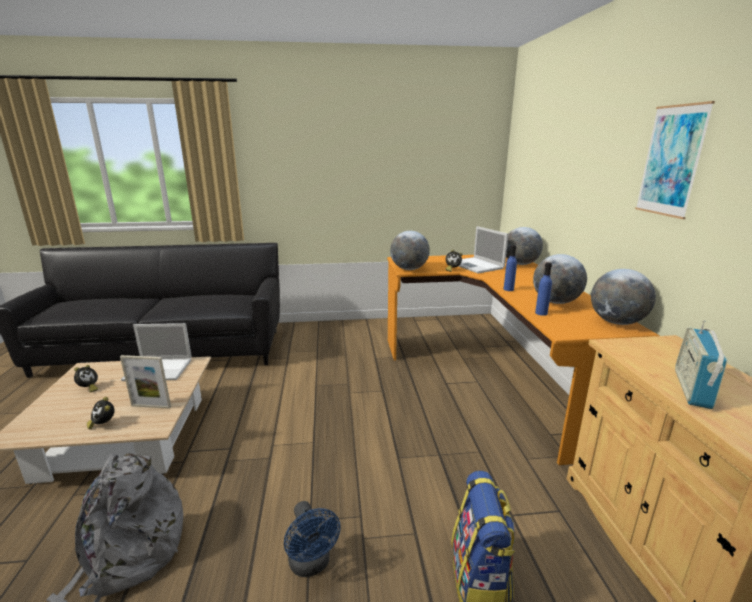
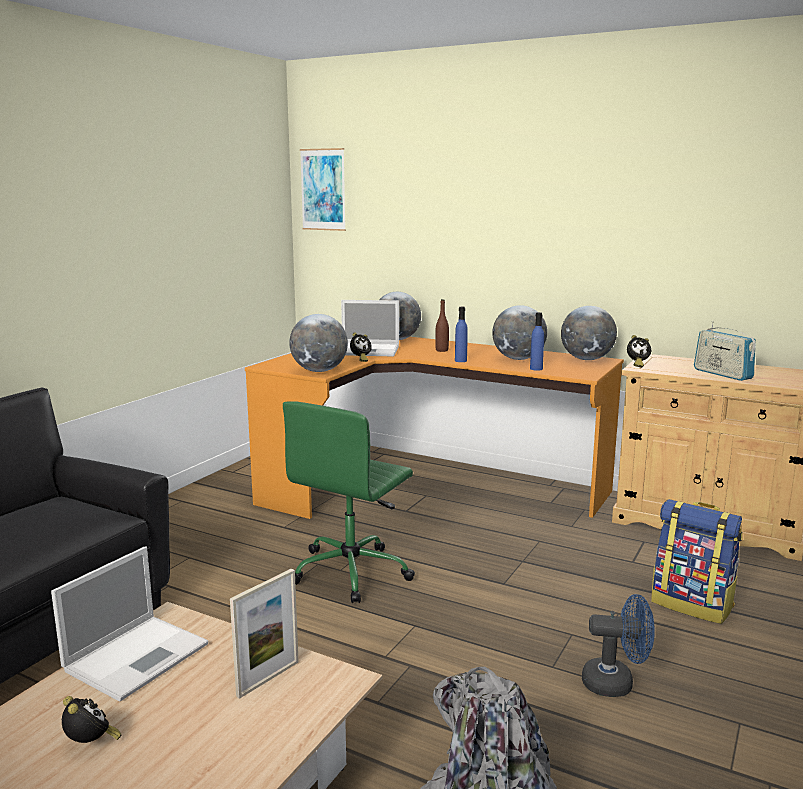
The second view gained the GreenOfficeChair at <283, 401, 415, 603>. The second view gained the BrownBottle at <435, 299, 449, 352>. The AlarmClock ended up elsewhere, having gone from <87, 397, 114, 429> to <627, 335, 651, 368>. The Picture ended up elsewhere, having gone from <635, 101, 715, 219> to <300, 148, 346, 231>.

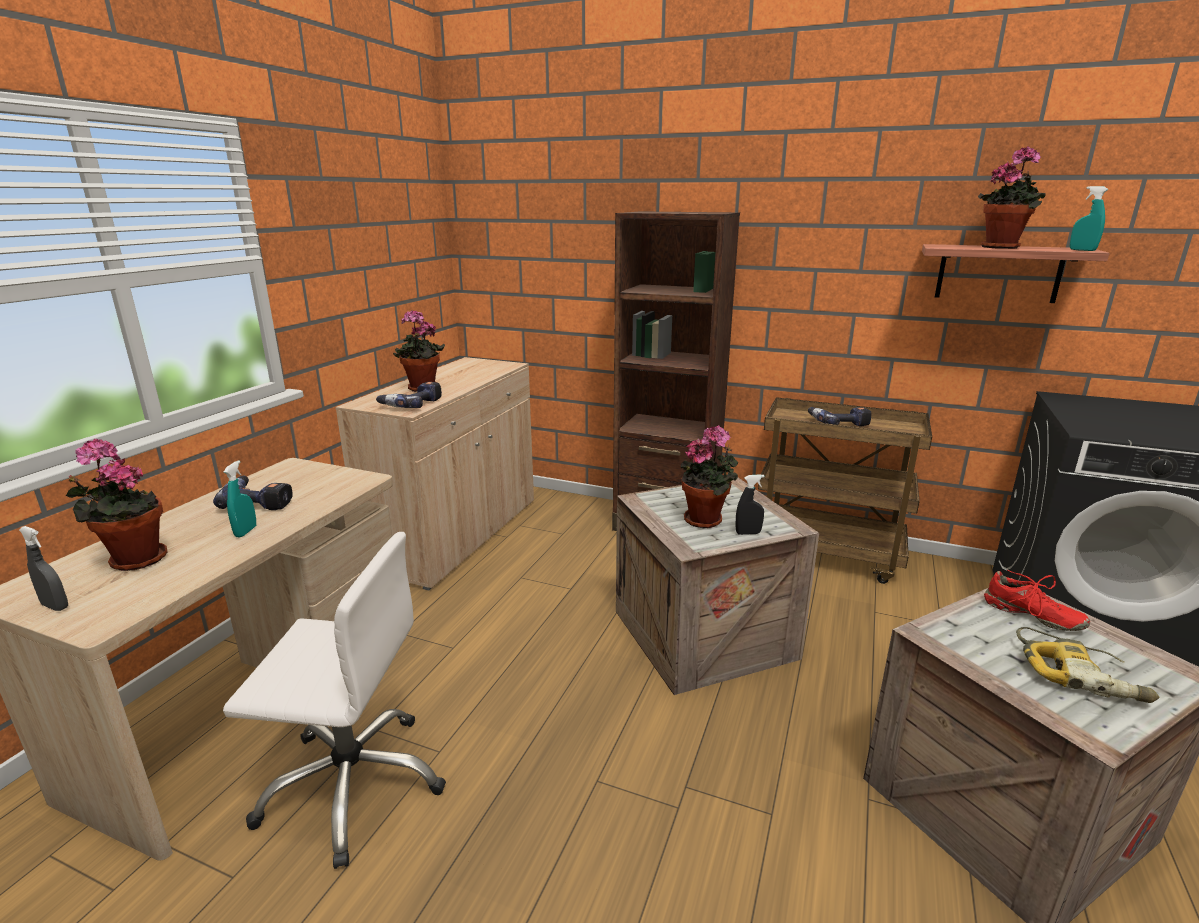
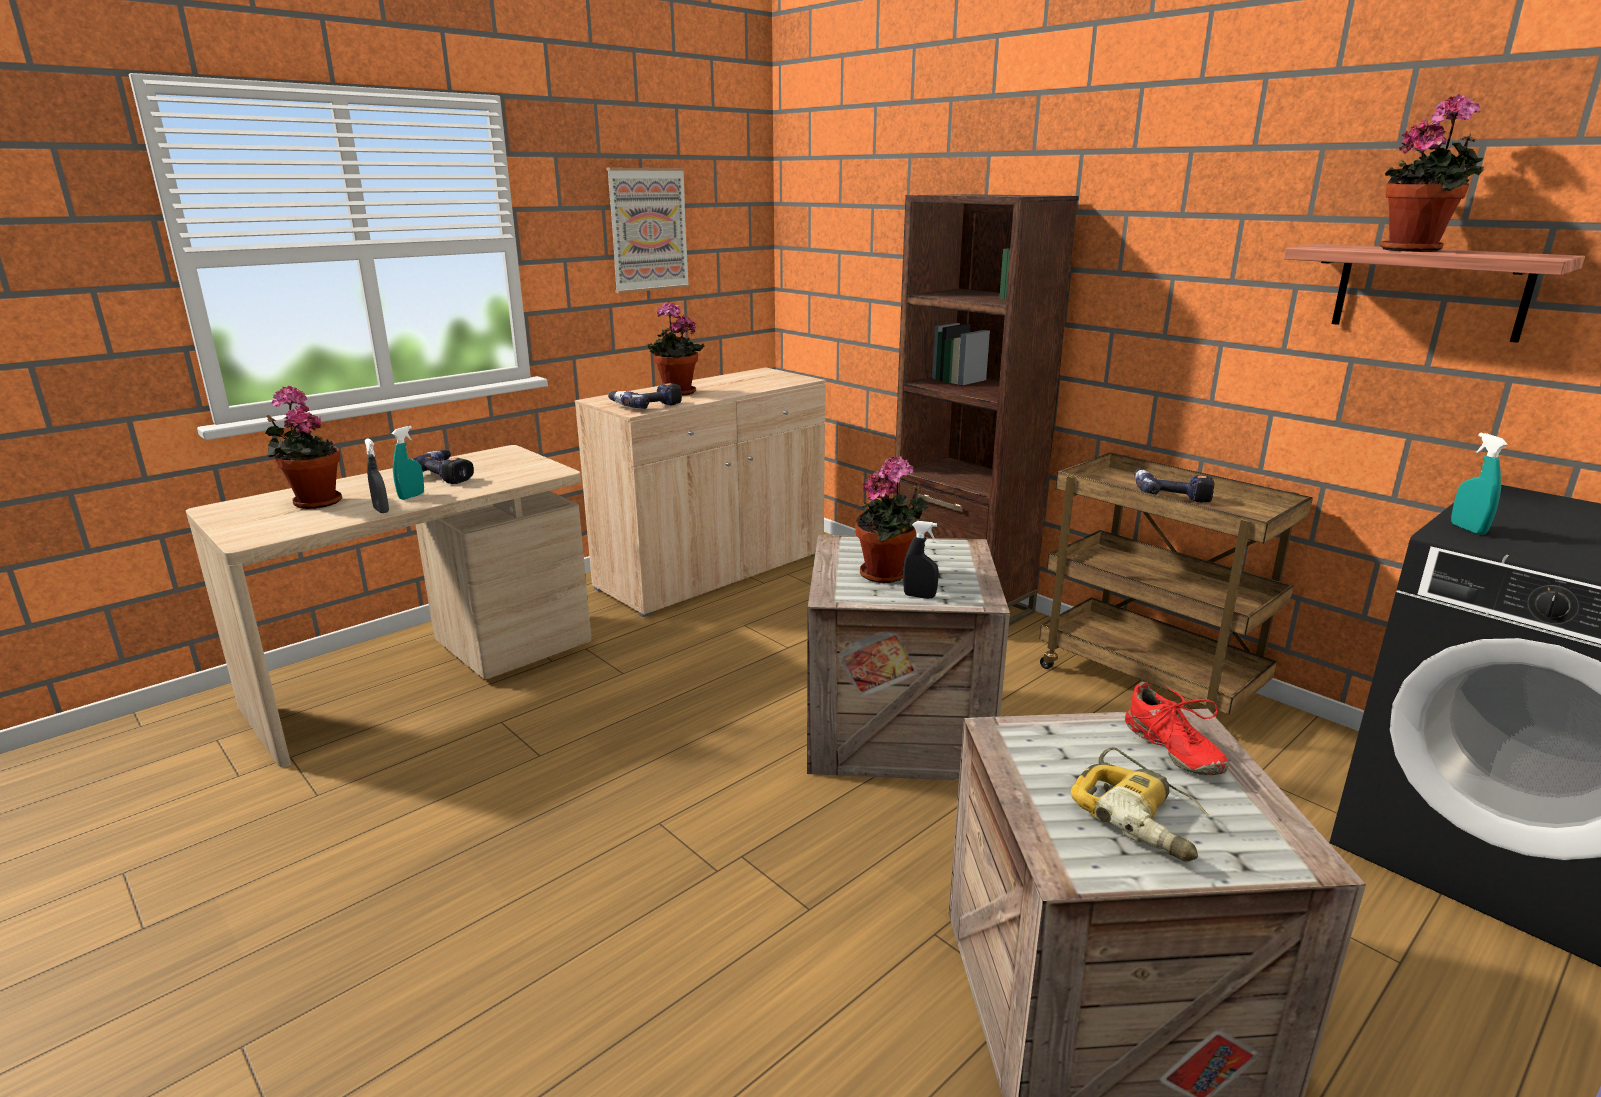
The second view lost the WhiteOfficeChair at <223, 532, 446, 869>. The second view gained the Picture at <606, 168, 690, 293>. The GreySprayBottle ended up elsewhere, having gone from <19, 526, 68, 611> to <364, 438, 389, 513>. The TurquoiseSprayBottle ended up elsewhere, having gone from <1070, 186, 1108, 251> to <1451, 433, 1508, 535>.

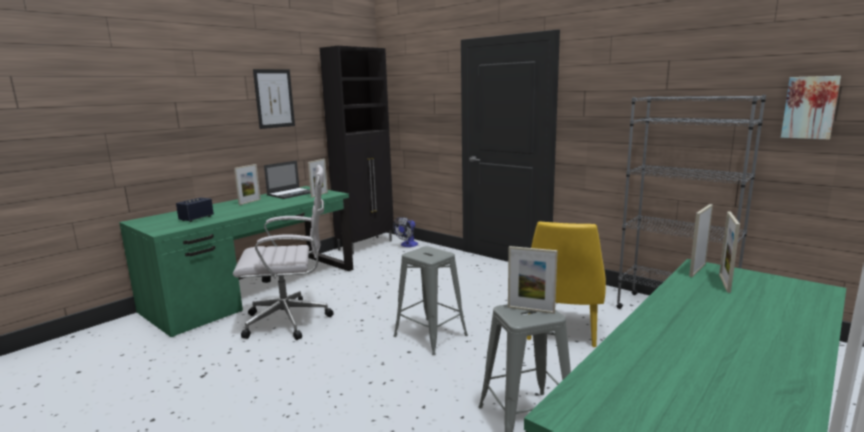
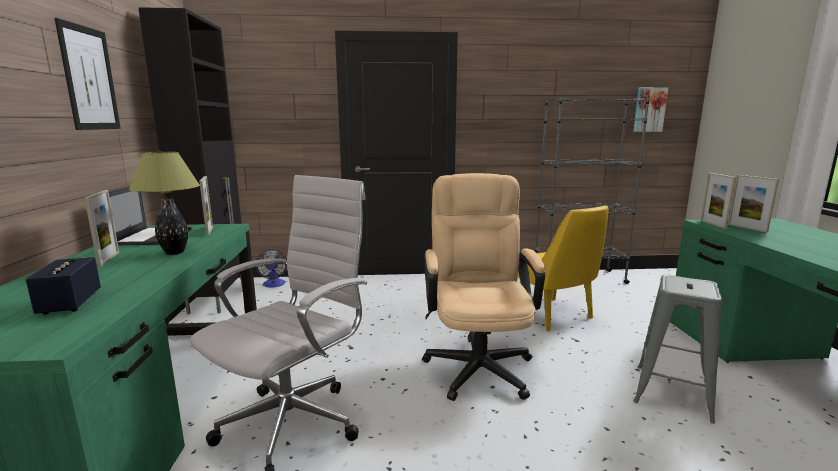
The second view lost the PictureFrame at <508, 246, 558, 314>. The second view gained the TableLamp at <129, 152, 200, 255>. Where the GreyStool stood at <394, 246, 468, 355>, the BeigeOfficeChair came to stand at <422, 173, 545, 401>.

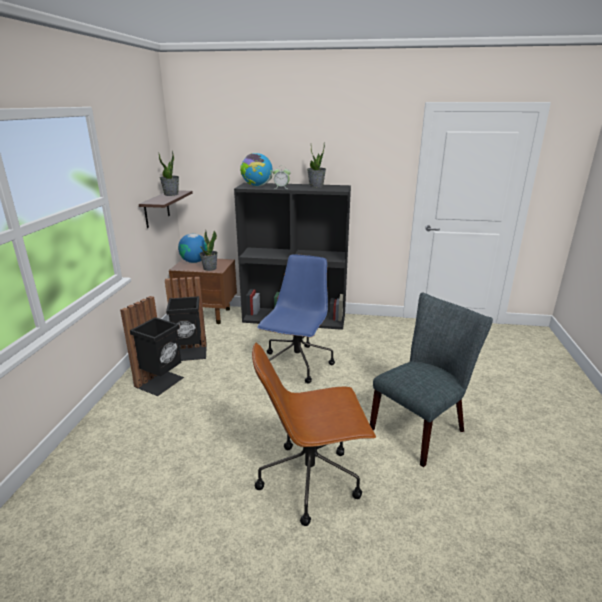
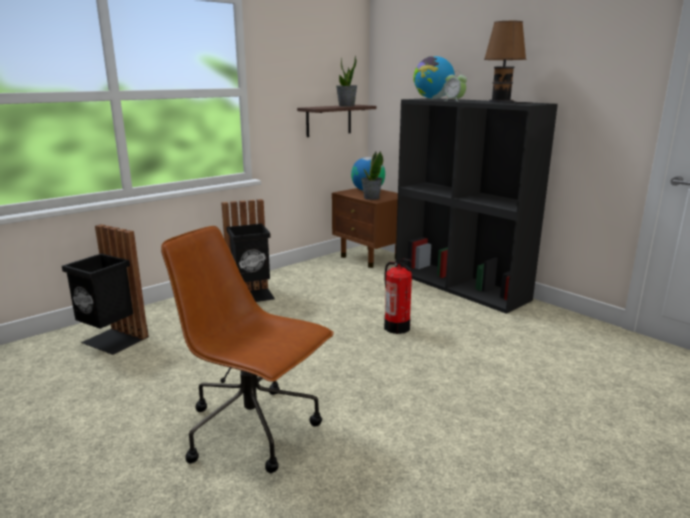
The second view lost the GreyChair at <370, 293, 493, 467>. The BlackTrashCan ended up elsewhere, having gone from <165, 277, 207, 361> to <62, 224, 149, 355>. Where the BlueOfficeChair stood at <257, 254, 335, 383>, the FireExtinguisher came to stand at <384, 259, 412, 334>. Where the PottedPlant stood at <307, 142, 326, 188>, the BrownTableLamp came to stand at <484, 21, 533, 104>.

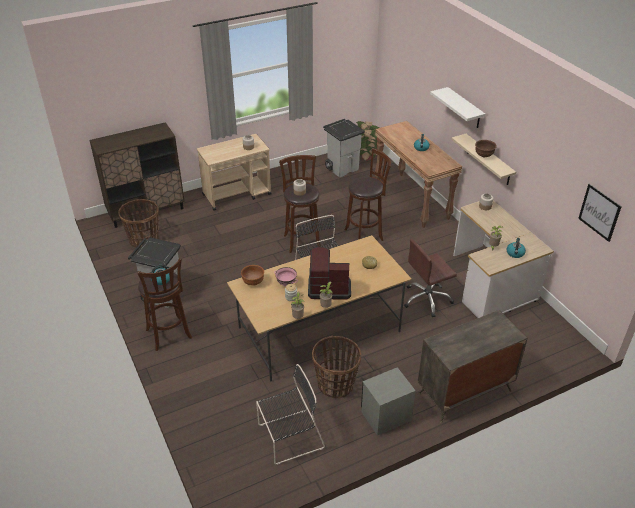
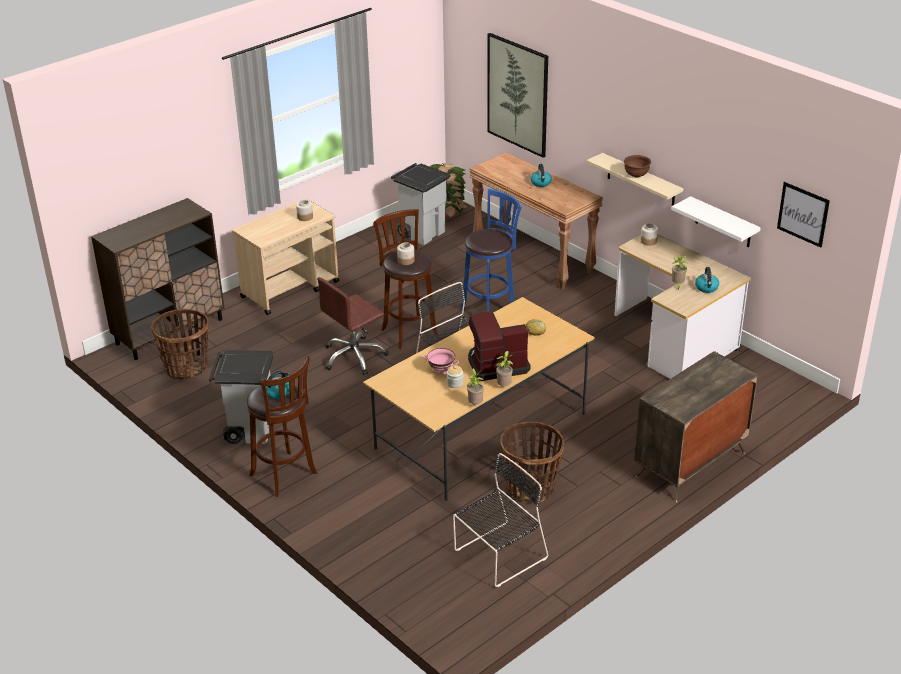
The second view lost the BrownBowl at <241, 265, 264, 286>. The second view lost the GreyNightstand at <361, 367, 416, 436>. The second view gained the Picture at <487, 33, 548, 158>. The BrownOfficeChair ended up elsewhere, having gone from <404, 239, 457, 317> to <317, 277, 388, 375>. The WhiteShelf ended up elsewhere, having gone from <430, 87, 485, 128> to <671, 196, 761, 247>. What was the BrownStool at <345, 148, 391, 241> turned into the BlueStool at <460, 189, 521, 312>.

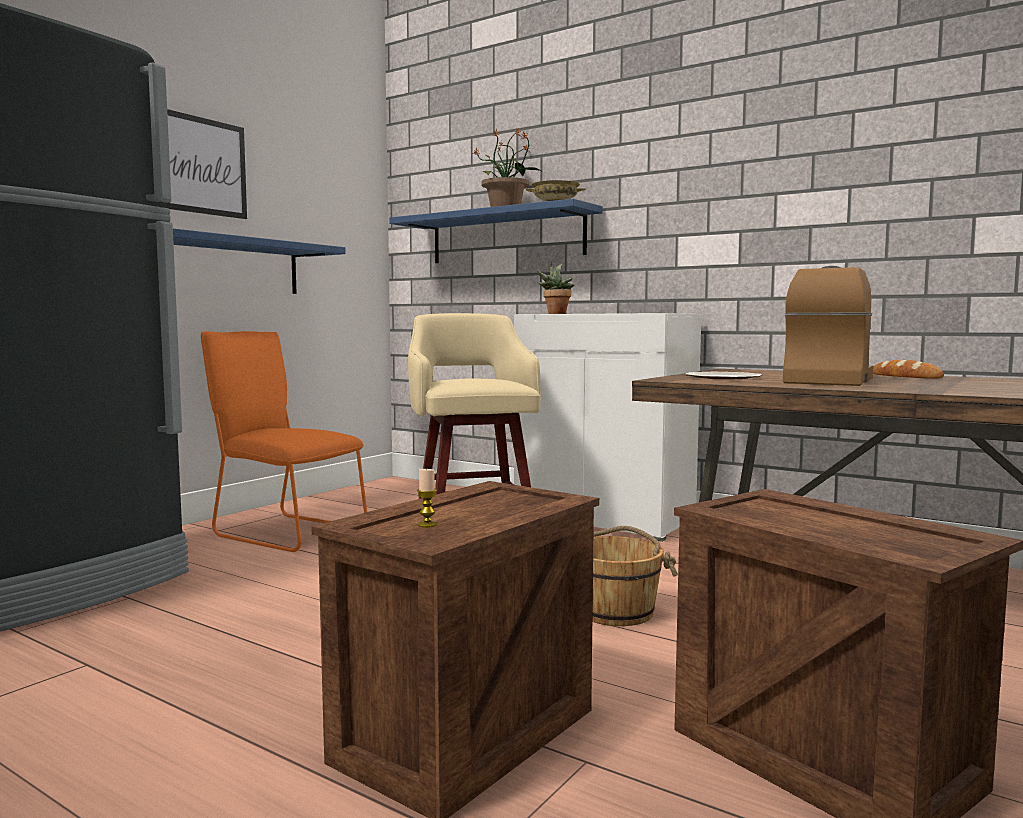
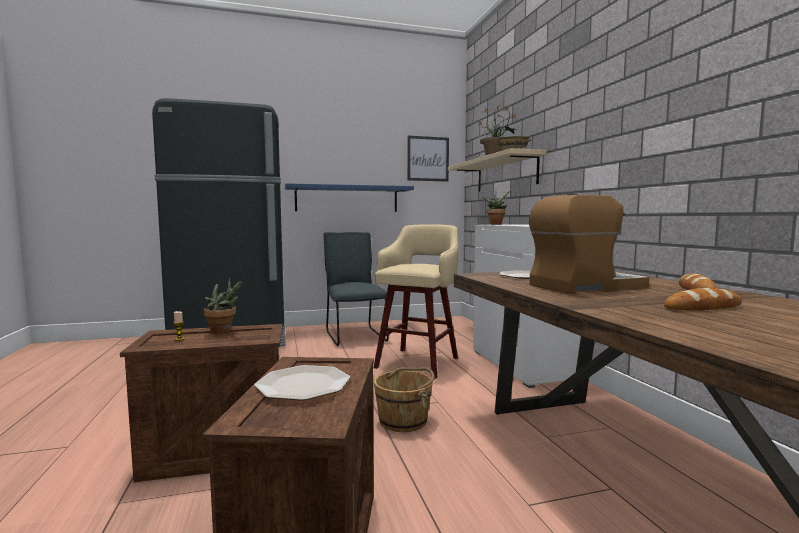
The second view gained the PottedPlant at <204, 278, 242, 334>. The second view gained the Plate at <254, 365, 350, 401>. The second view gained the Bread at <664, 288, 742, 310>. The Picture ended up elsewhere, having gone from <167, 109, 247, 219> to <407, 136, 449, 182>. What was the OrangeChair at <201, 331, 367, 552> turned into the GreyChair at <323, 232, 389, 346>. What was the BlueShelf at <389, 199, 603, 263> turned into the BeigeShelf at <448, 148, 547, 192>.

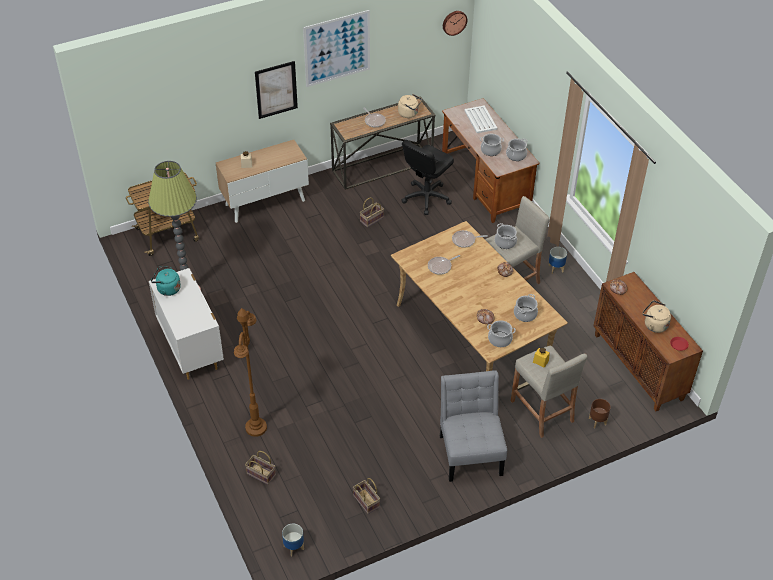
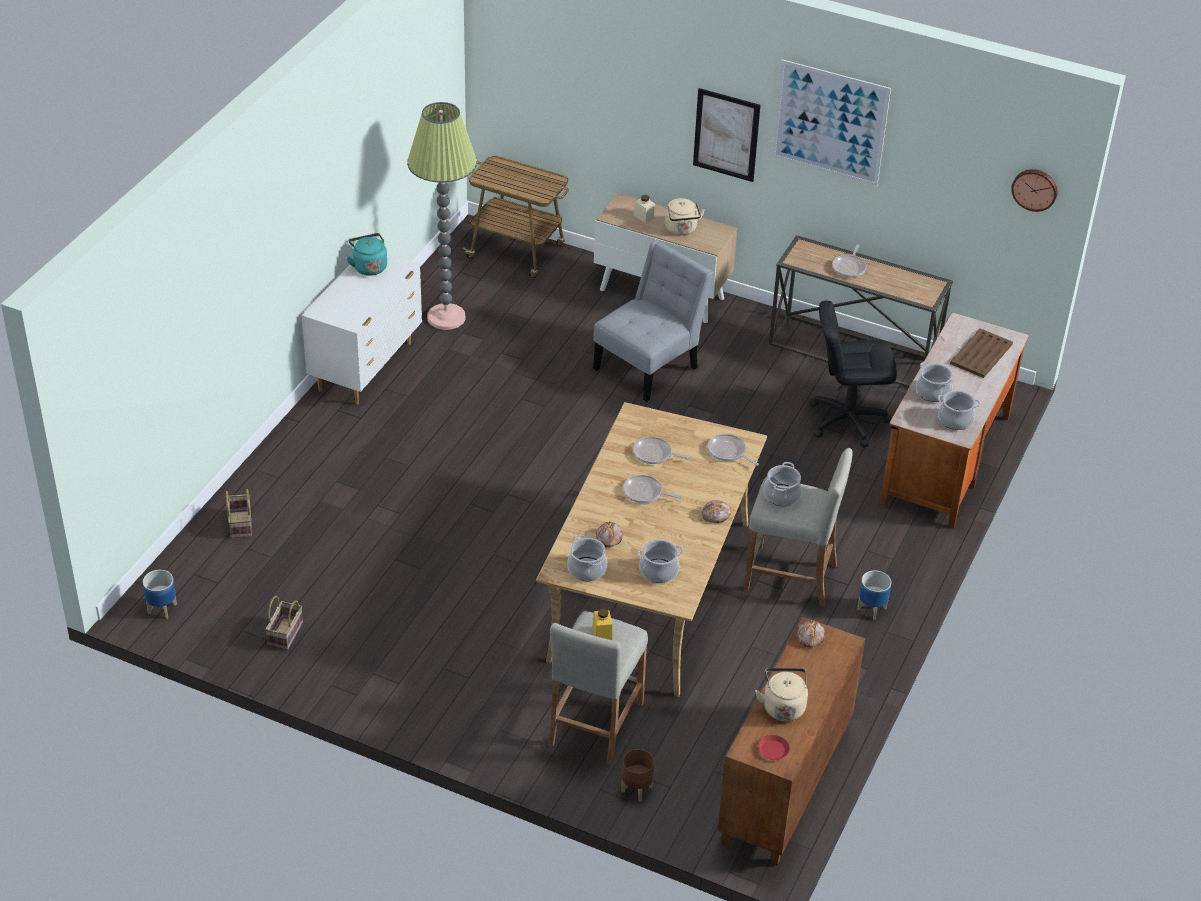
The second view lost the BrownFloorLamp at <234, 308, 267, 437>. The second view lost the Basket at <359, 198, 384, 227>. The second view gained the FryingPan at <623, 475, 682, 503>. The BeigeKettle ended up elsewhere, having gone from <398, 94, 422, 118> to <665, 198, 705, 235>. The GreyChair ended up elsewhere, having gone from <440, 370, 507, 482> to <593, 240, 714, 402>. What was the WhiteTray at <464, 105, 497, 133> turned into the BrownTray at <950, 328, 1013, 378>.

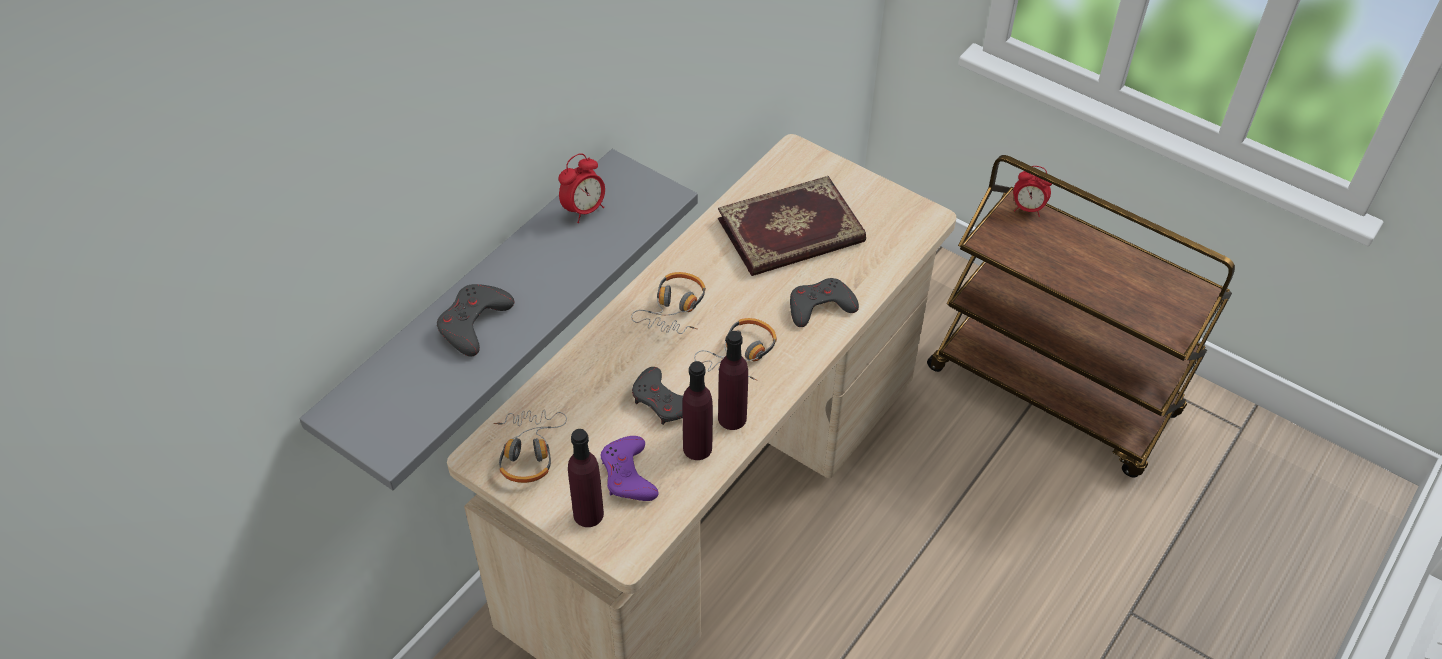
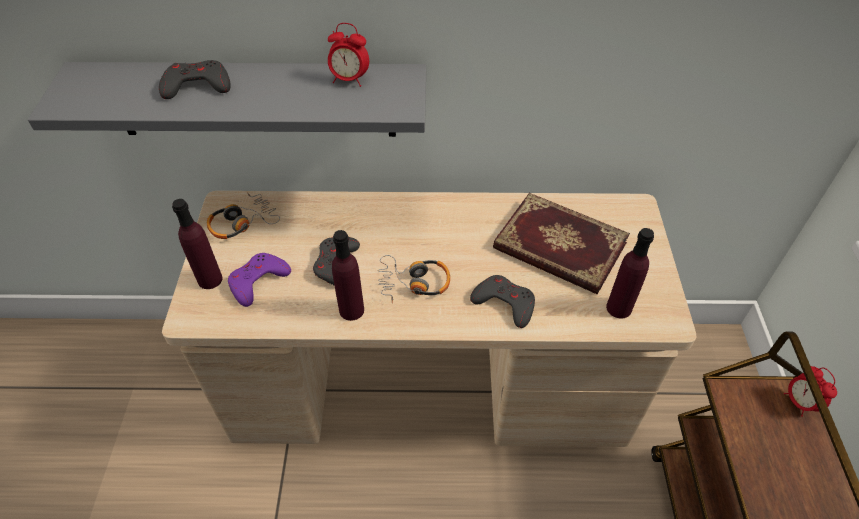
The second view lost the Headphones at <631, 272, 706, 334>. The PurpleBottle ended up elsewhere, having gone from <683, 361, 713, 460> to <606, 228, 654, 319>.

